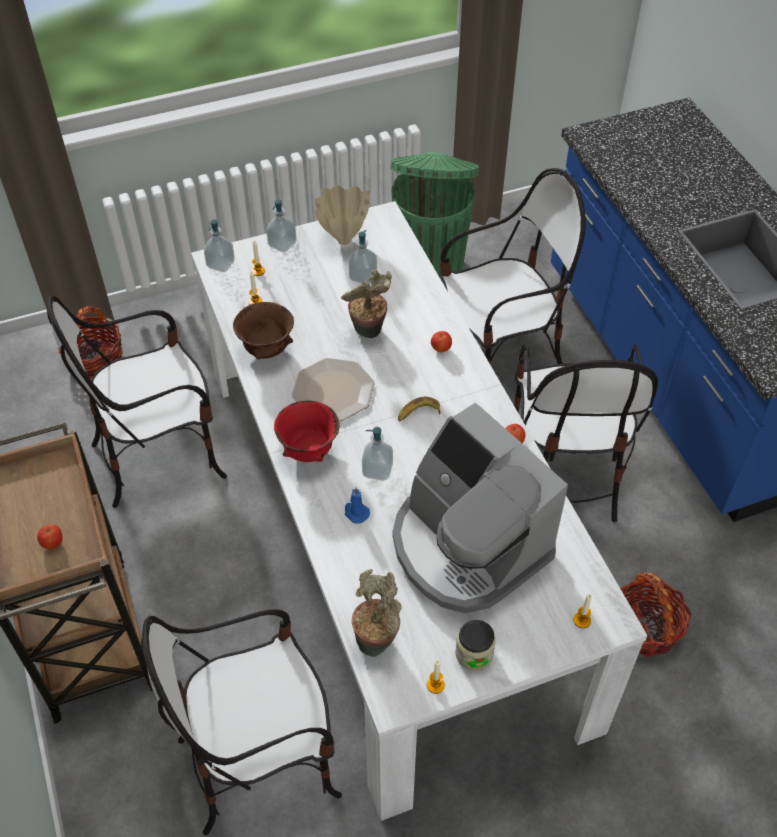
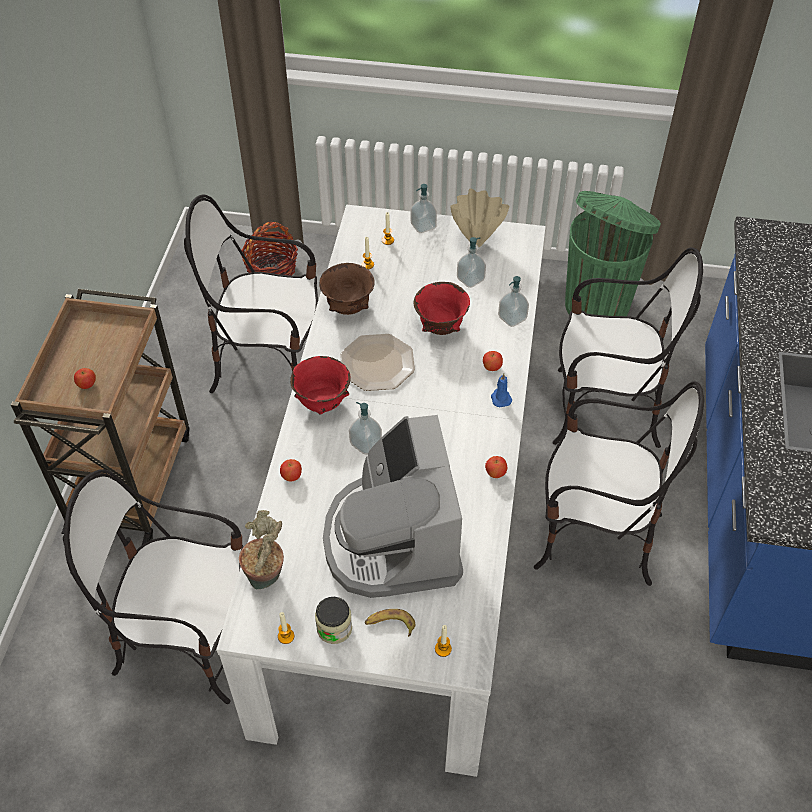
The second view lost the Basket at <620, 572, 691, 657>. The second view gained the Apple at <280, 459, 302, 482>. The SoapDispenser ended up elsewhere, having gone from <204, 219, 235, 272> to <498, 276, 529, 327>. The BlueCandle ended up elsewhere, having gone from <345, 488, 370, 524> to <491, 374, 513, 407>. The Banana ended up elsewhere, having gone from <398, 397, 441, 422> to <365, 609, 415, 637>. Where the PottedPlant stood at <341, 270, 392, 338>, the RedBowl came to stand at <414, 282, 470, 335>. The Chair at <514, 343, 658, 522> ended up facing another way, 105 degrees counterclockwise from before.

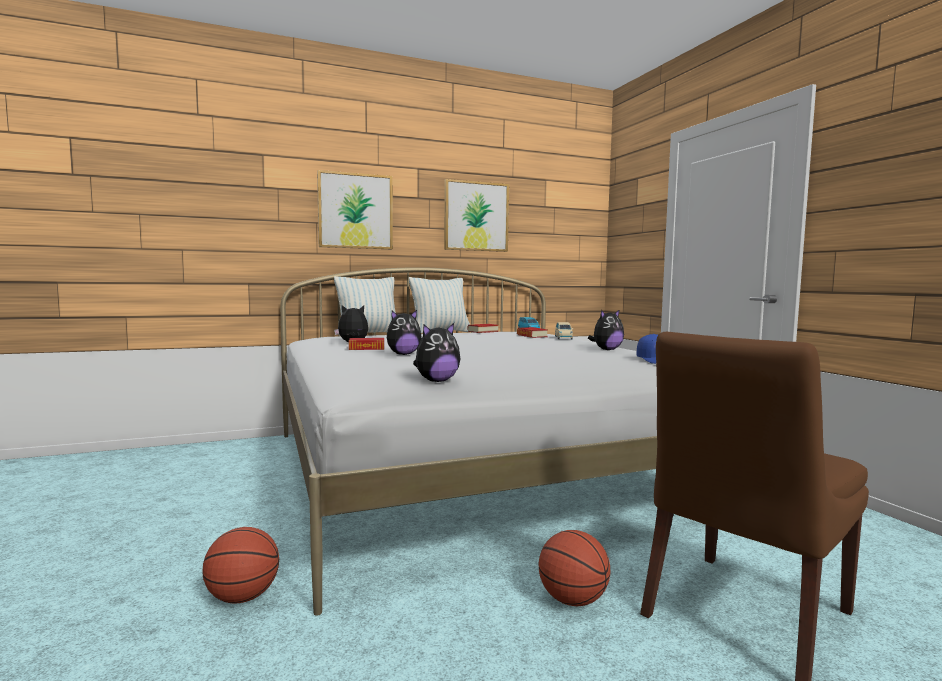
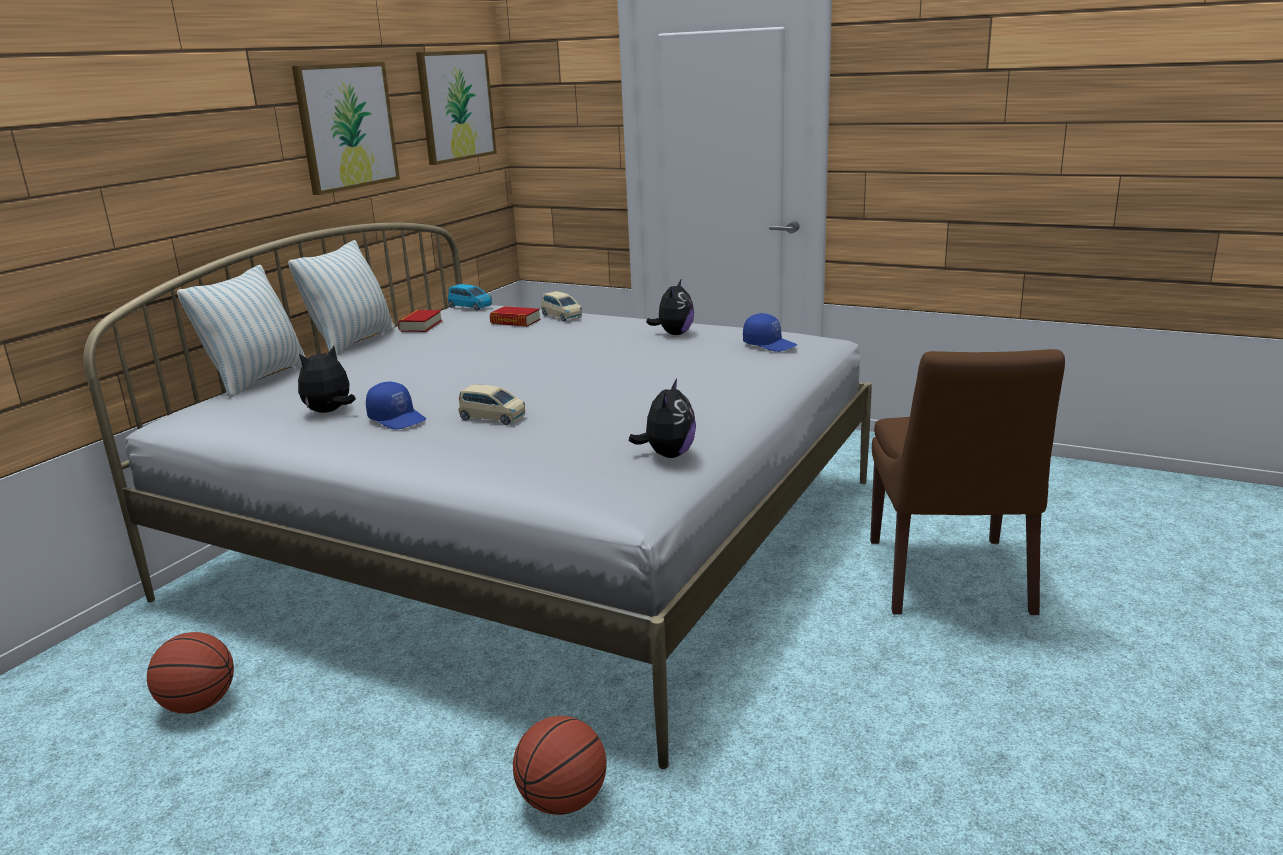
The Picture ended up elsewhere, having gone from <317, 170, 393, 249> to <416, 50, 497, 165>. The Basketball ended up elsewhere, having gone from <539, 530, 610, 606> to <147, 632, 234, 714>. Where the Book stood at <349, 338, 384, 350>, the BlueCap came to stand at <366, 382, 426, 430>. Where the PlushToy stood at <387, 310, 422, 355>, the BeigeToyCar came to stand at <458, 384, 525, 425>.

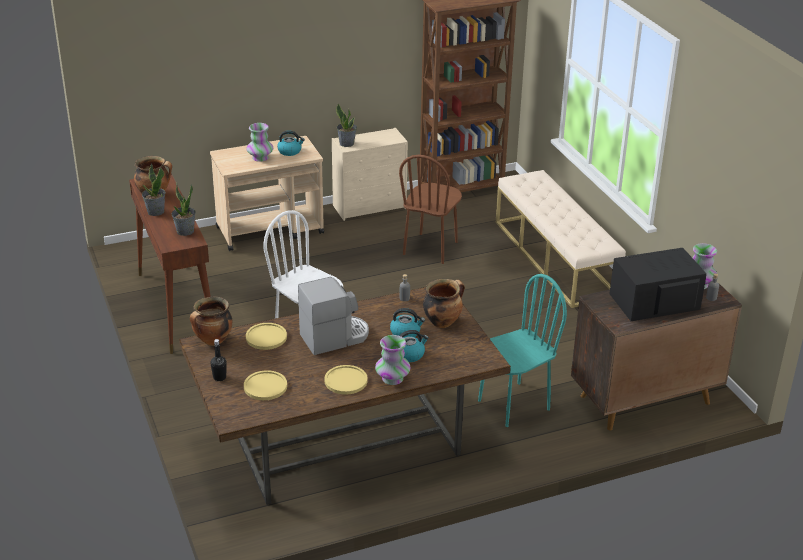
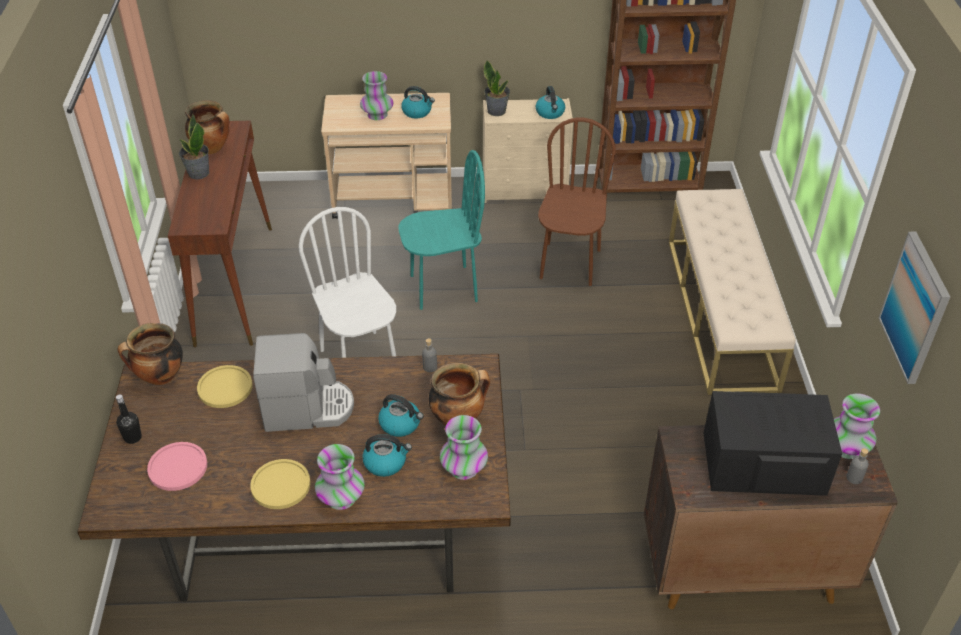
The second view lost the PottedPlant at <171, 182, 196, 236>. The second view gained the Vase at <440, 415, 488, 480>. The second view gained the Kettle at <536, 86, 565, 119>. The second view gained the Picture at <879, 232, 950, 384>. The TurquoiseChair ended up elsewhere, having gone from <478, 274, 567, 427> to <398, 150, 485, 310>. What was the YellowPlate at <244, 370, 287, 400> turned into the PinkPlate at <147, 442, 207, 491>. The BrownChair at <399, 155, 462, 264> ended up facing another way, 150 degrees clockwise from before.

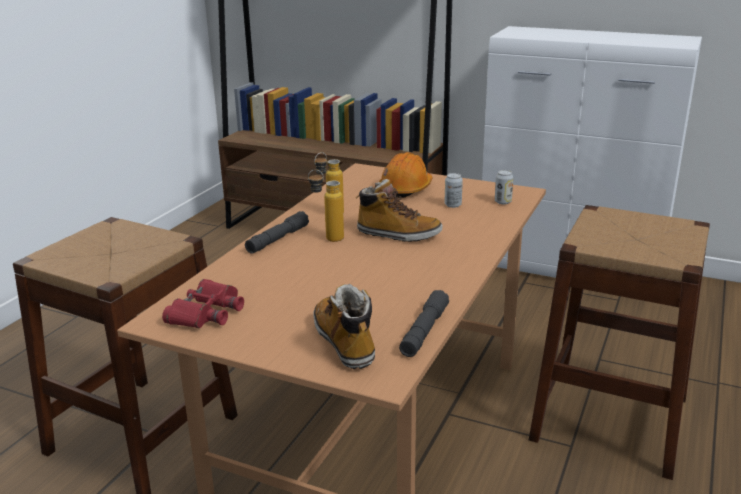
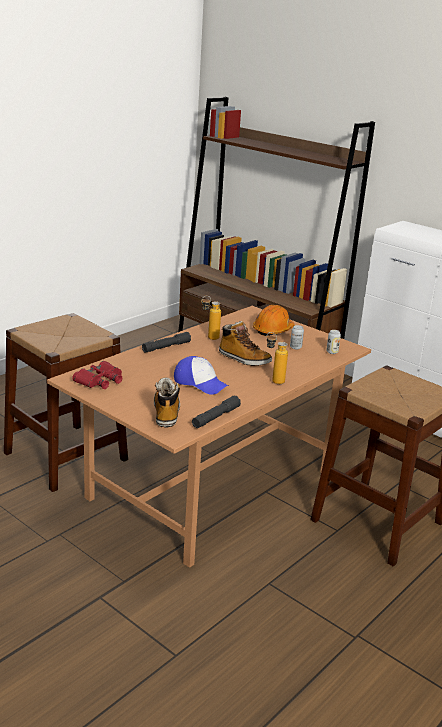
The second view gained the Cap at <174, 356, 229, 395>. The Bottle ended up elsewhere, having gone from <308, 170, 344, 242> to <266, 332, 288, 384>.

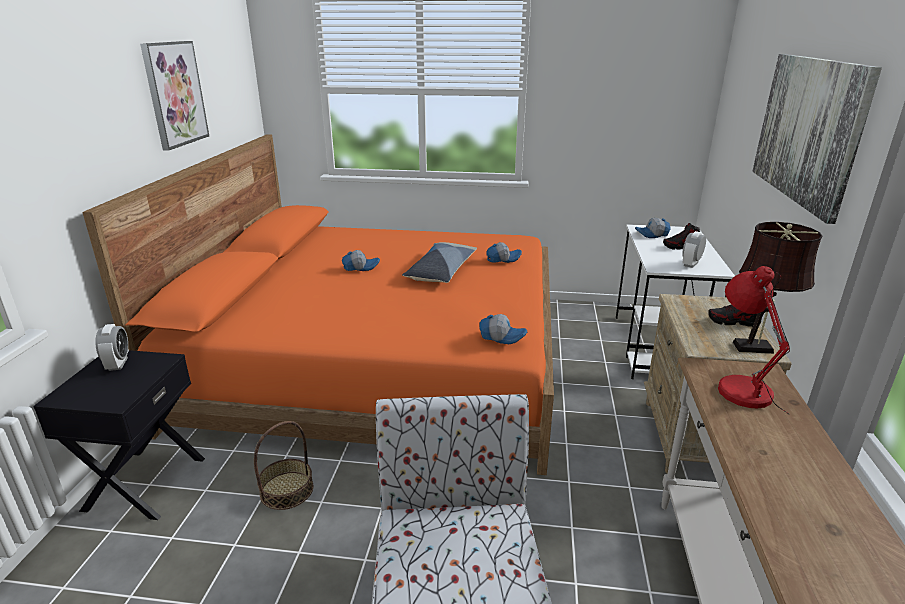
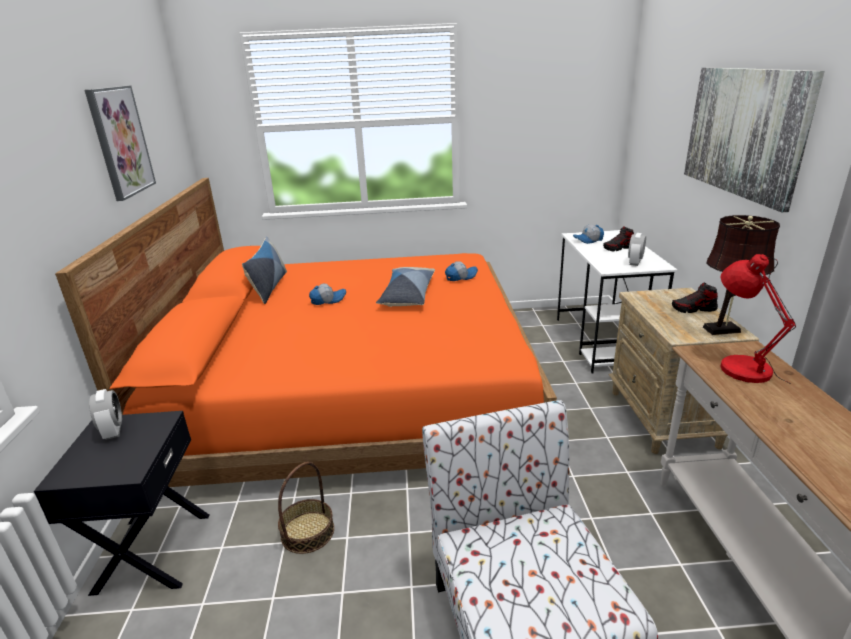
The second view lost the Cap at <479, 314, 527, 344>. The second view gained the Pillow at <242, 236, 287, 304>.

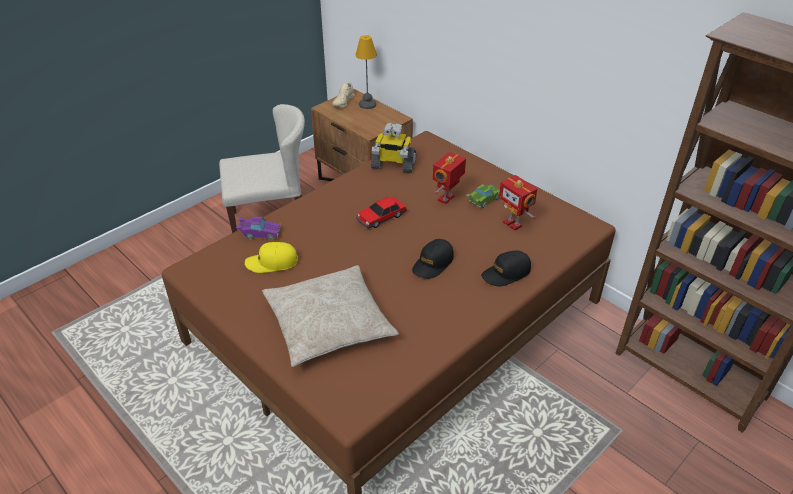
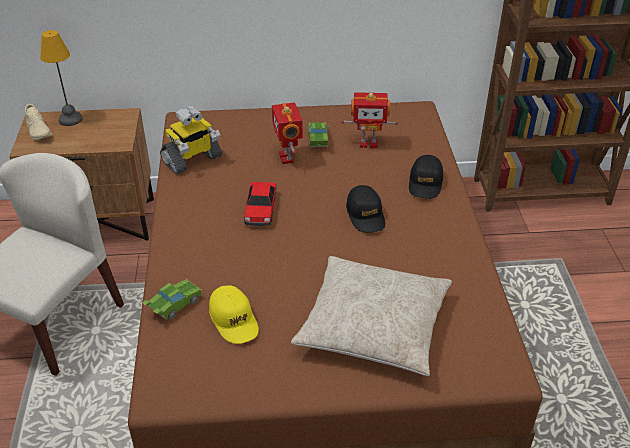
What was the PurpleToyCar at <236, 217, 280, 240> turned into the GreenToyCar at <142, 279, 202, 320>. The YellowCap at <245, 242, 298, 273> ended up facing another way, 60 degrees counterclockwise from before.

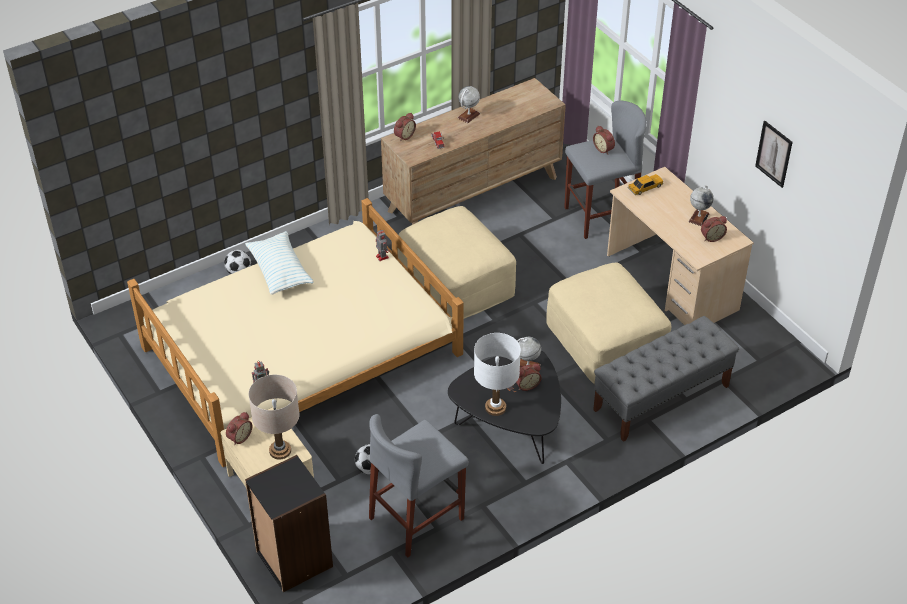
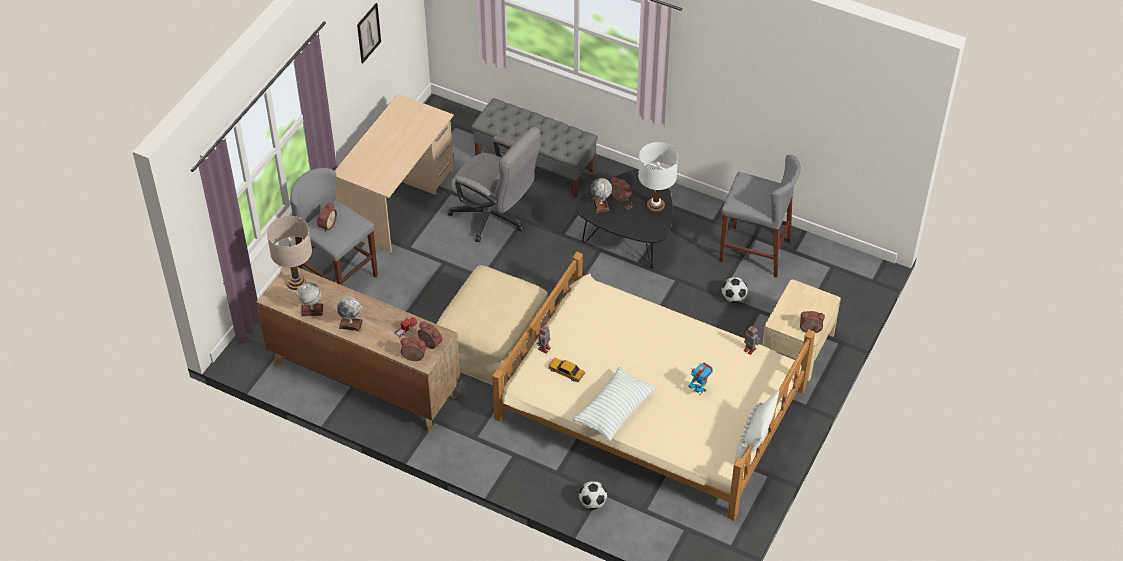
The second view lost the BlackBookcase at <245, 455, 333, 592>. The second view gained the ToyRobot at <688, 362, 713, 394>. The second view gained the WhitePillow at <734, 391, 779, 463>. The BeigeTableLamp ended up elsewhere, having gone from <248, 375, 299, 459> to <267, 216, 312, 290>. The ToyCar ended up elsewhere, having gone from <627, 174, 663, 195> to <548, 358, 585, 383>. The Globe ended up elsewhere, having gone from <689, 185, 714, 226> to <296, 282, 323, 316>. The AlarmClock ended up elsewhere, having gone from <701, 216, 727, 242> to <418, 321, 443, 349>. Where the BeigeOttoman stood at <546, 263, 671, 385>, the GreyOfficeChair came to stand at <448, 127, 541, 242>.

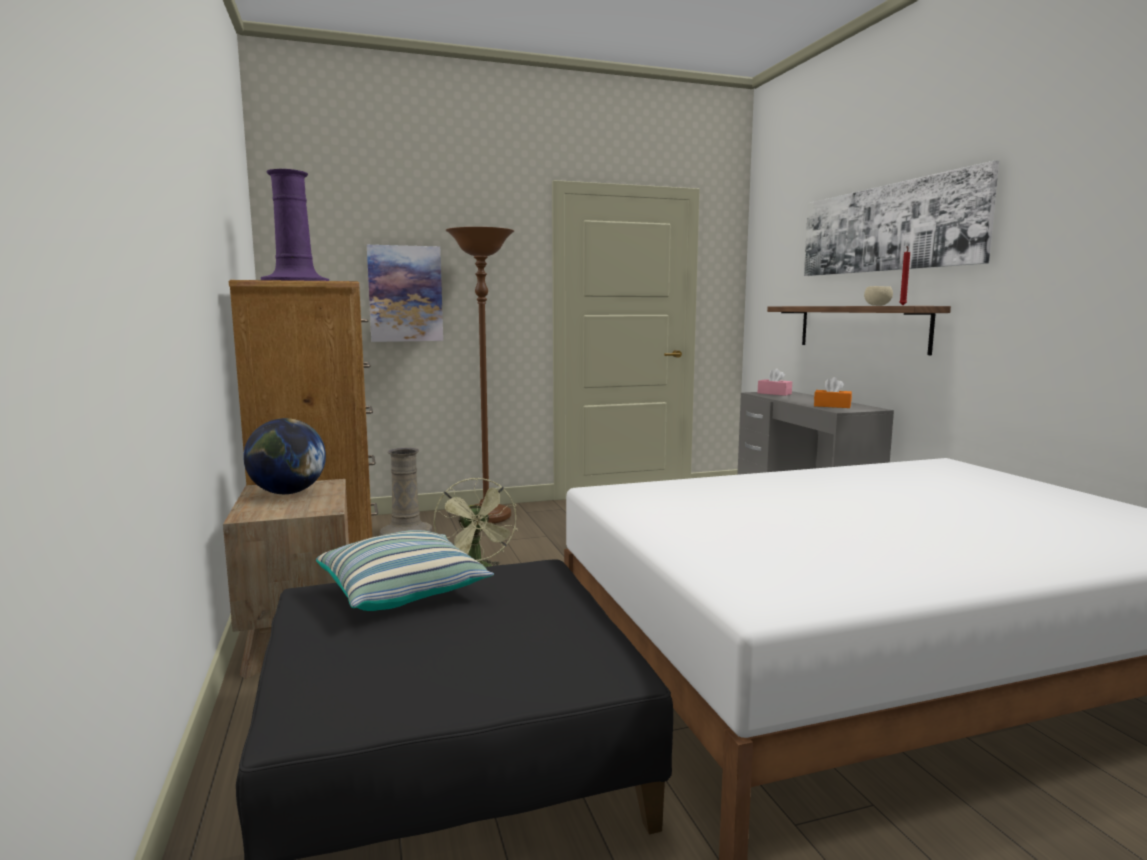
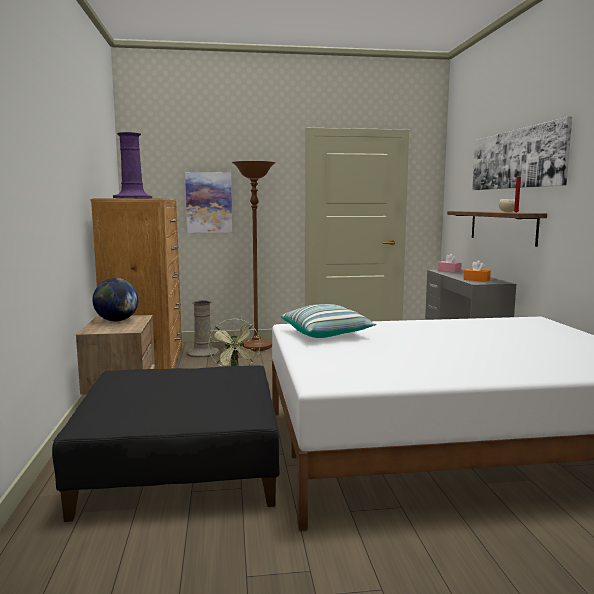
The Pillow ended up elsewhere, having gone from <316, 530, 494, 611> to <281, 304, 376, 338>.

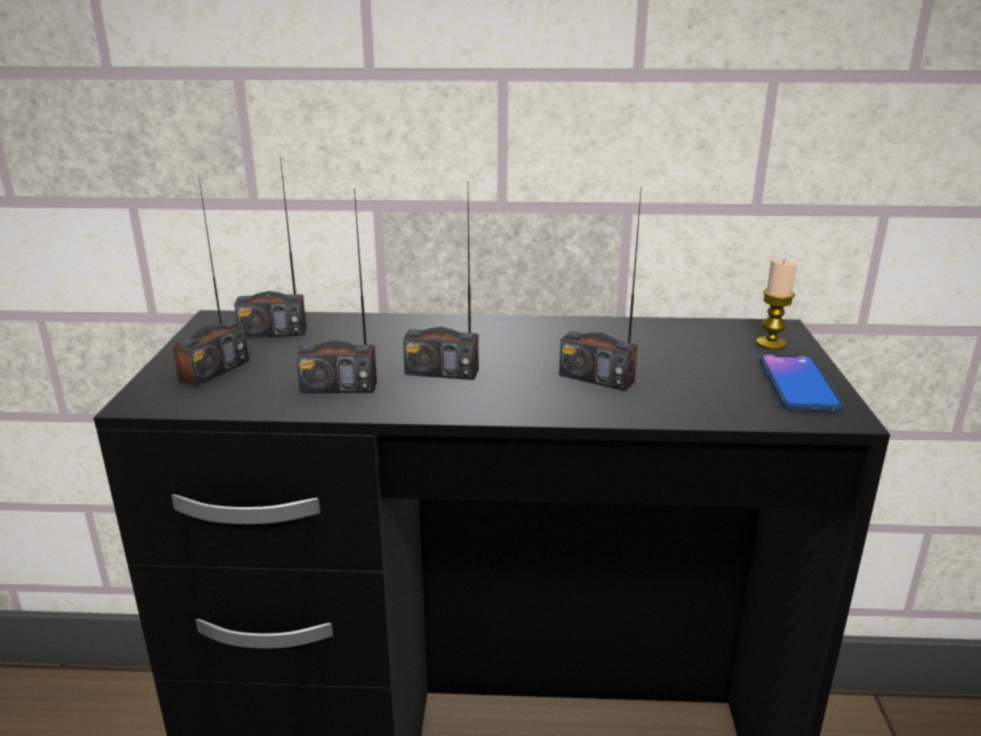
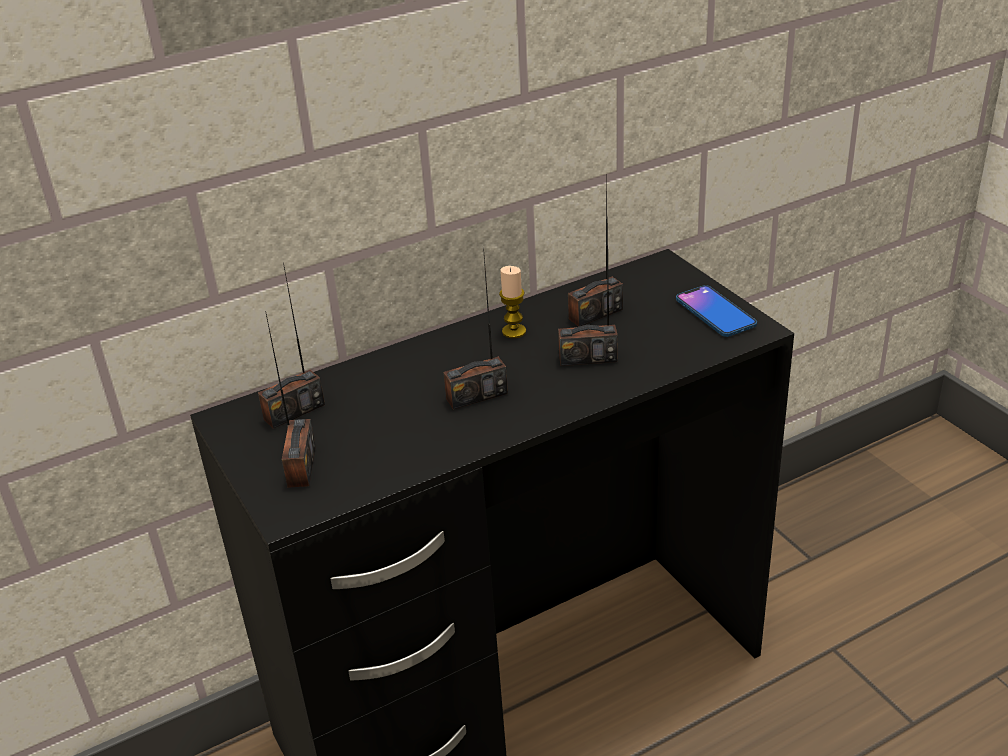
The Radio ended up elsewhere, having gone from <296, 188, 377, 393> to <568, 178, 623, 327>. The Candle ended up elsewhere, having gone from <756, 258, 796, 350> to <499, 266, 526, 338>.

